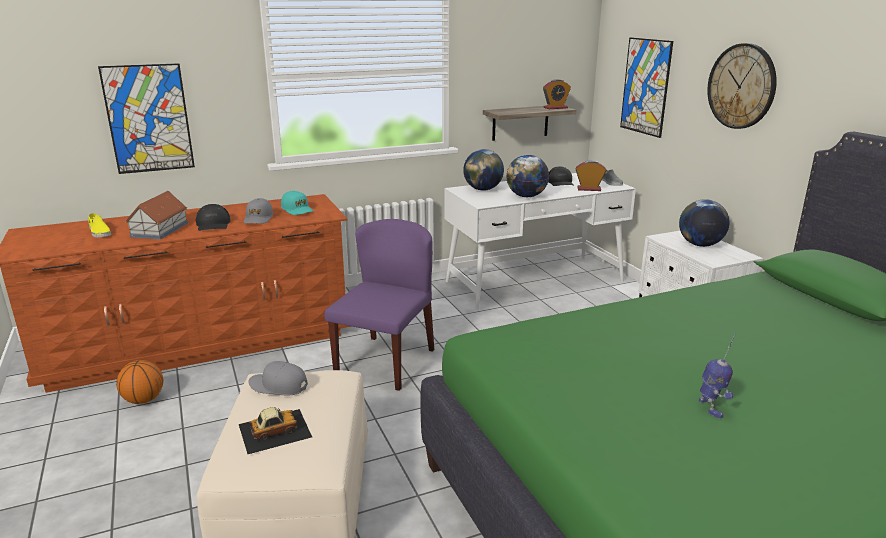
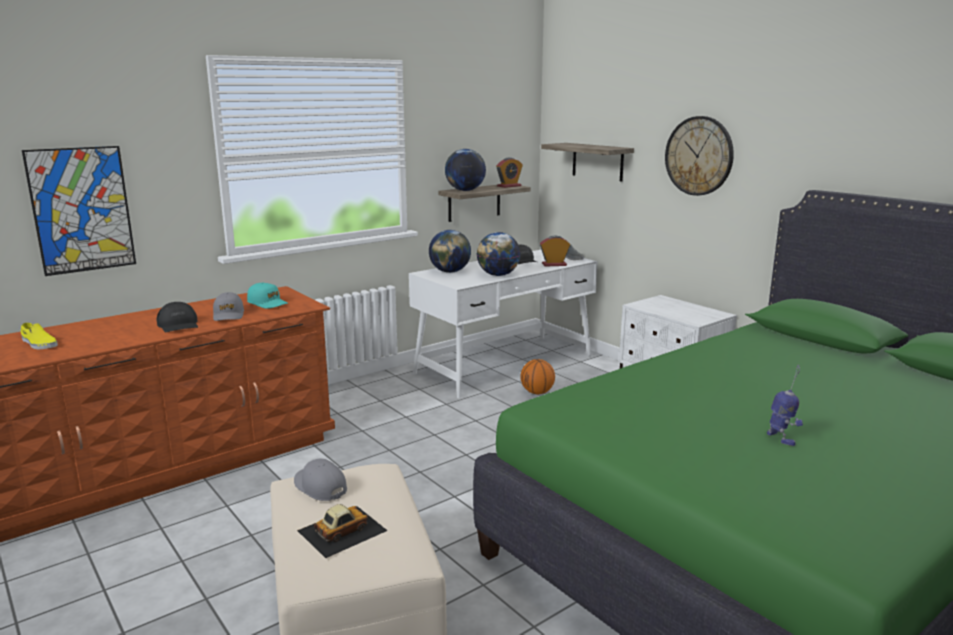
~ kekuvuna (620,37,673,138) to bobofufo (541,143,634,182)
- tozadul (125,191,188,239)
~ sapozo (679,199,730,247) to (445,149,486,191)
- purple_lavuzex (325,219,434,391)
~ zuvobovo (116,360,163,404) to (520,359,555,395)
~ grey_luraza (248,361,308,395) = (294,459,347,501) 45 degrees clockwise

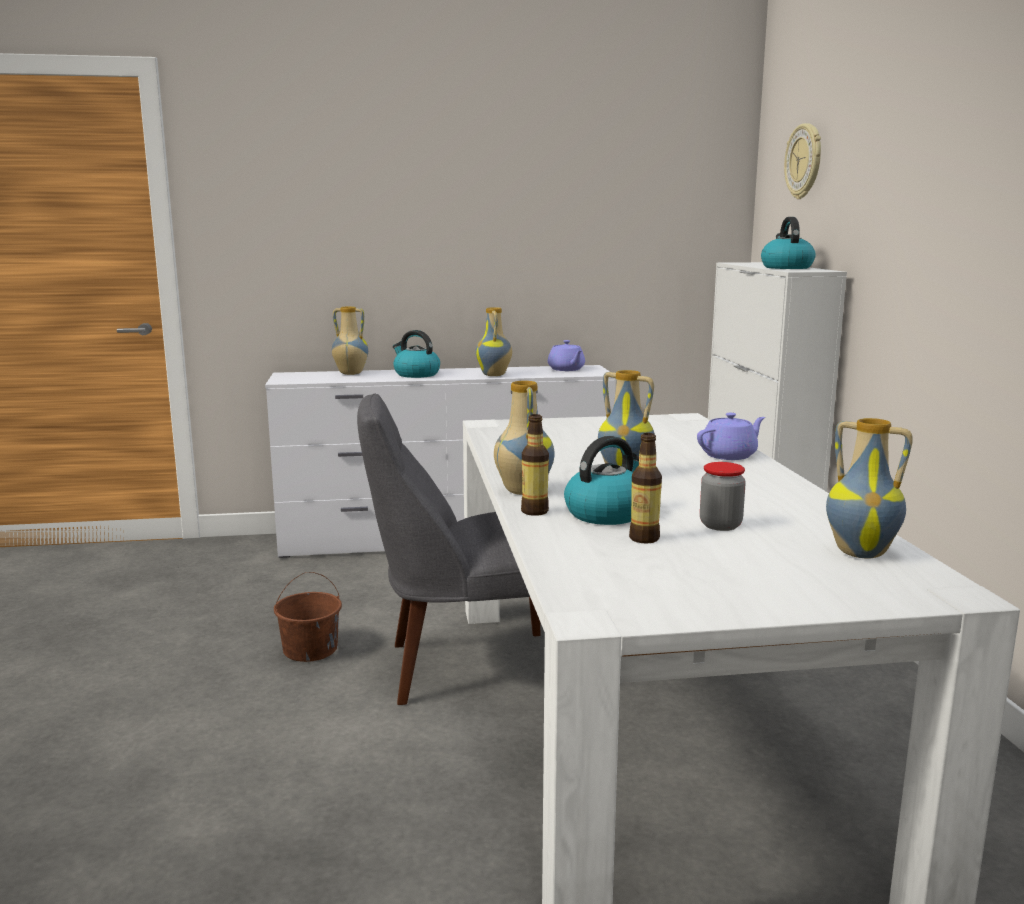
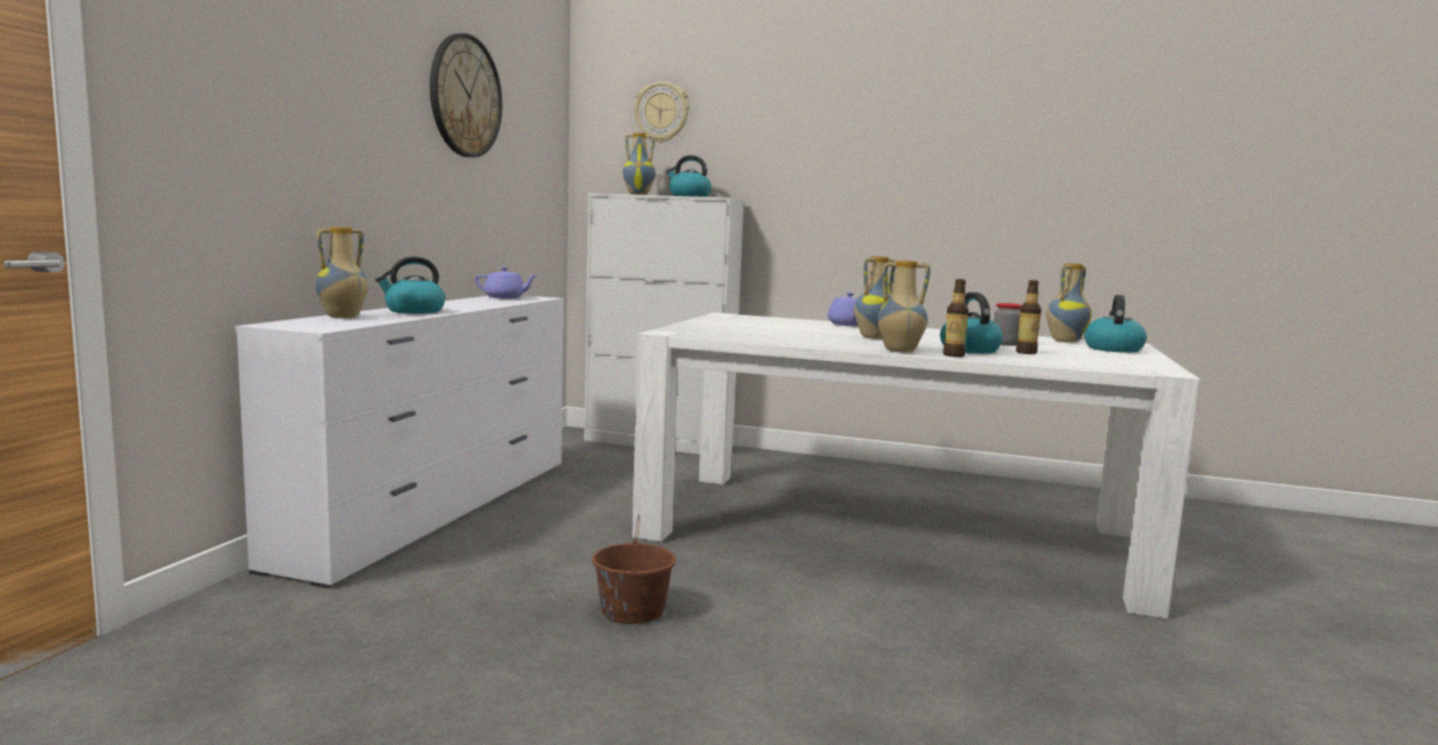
~ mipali (476,307,512,376) to (623,133,655,195)
- grey_lavuzex (357,393,541,705)
+ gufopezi (430,34,502,157)
+ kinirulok (1084,295,1147,353)

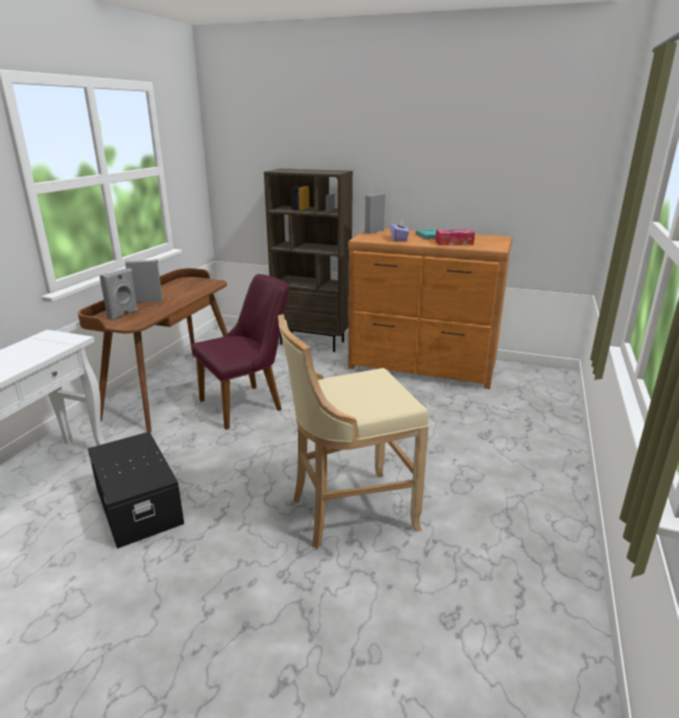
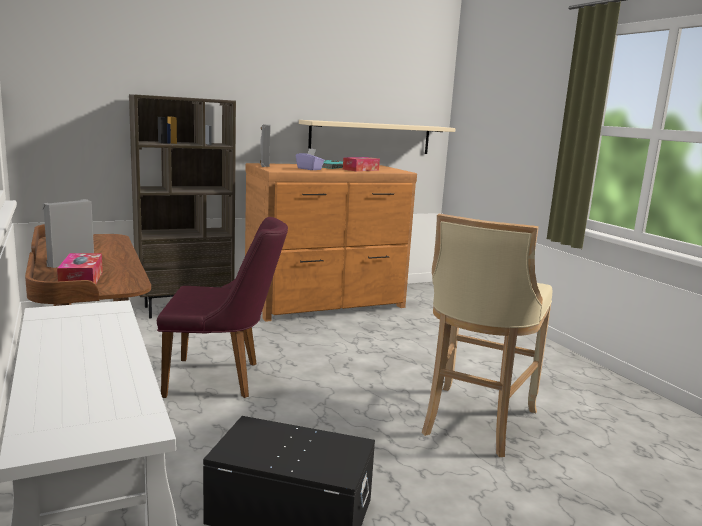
~ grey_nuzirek (99,268,138,320) to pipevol (57,253,103,284)
~ purple_lavuzex (191,274,290,430) = (157,217,288,398) 75 degrees clockwise
+ beige_bobofufo (299,120,456,154)

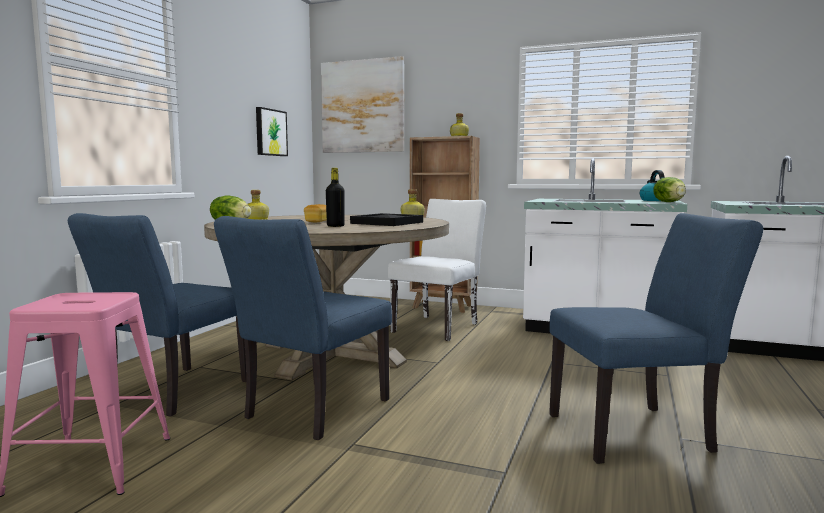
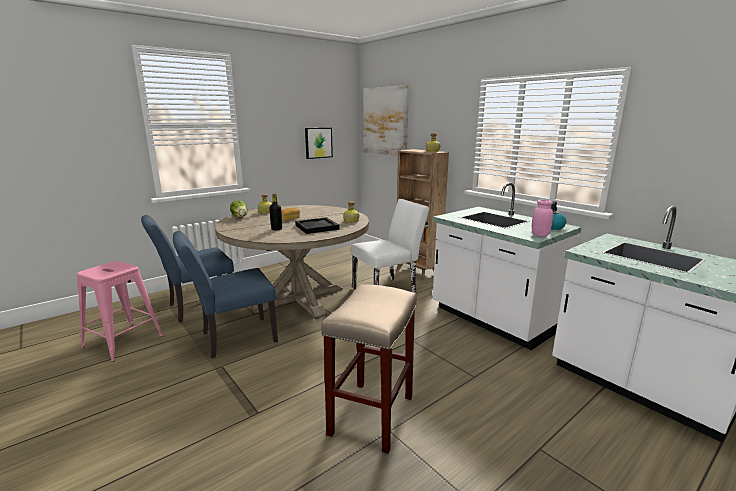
~ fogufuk (653,177,686,202) to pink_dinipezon (532,200,553,237)
~ blue_lavuzex (549,213,763,464) to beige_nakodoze (322,284,417,454)

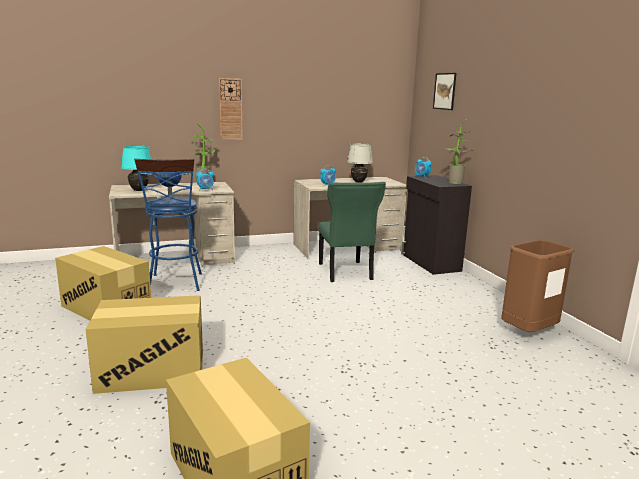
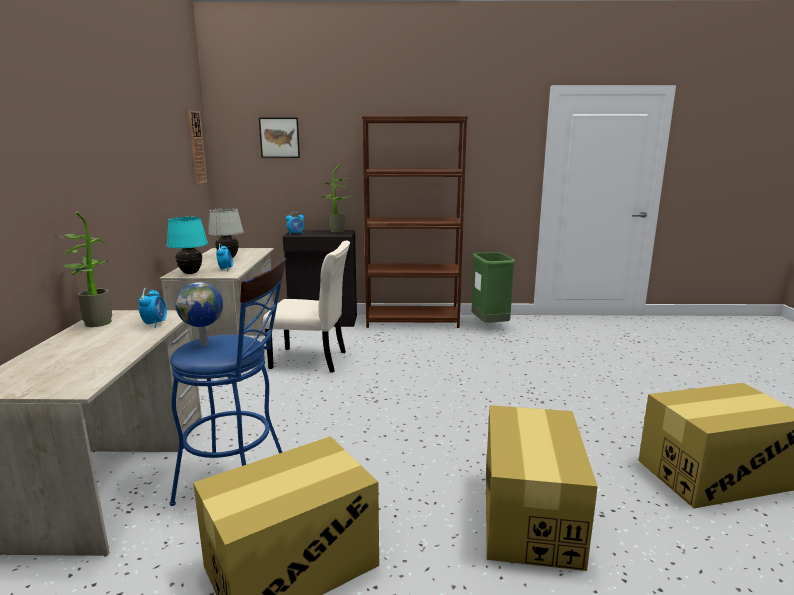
~ gufopezi (219,78,243,140) to (188,110,207,184)
~ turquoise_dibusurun (121,146,151,191) to (167,217,208,274)
~ green_lavuzex (318,182,386,282) to beige_lavuzex (263,241,350,372)
~ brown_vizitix (501,240,574,332) to green_vizitix (472,252,515,323)
+ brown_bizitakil (362,116,468,328)

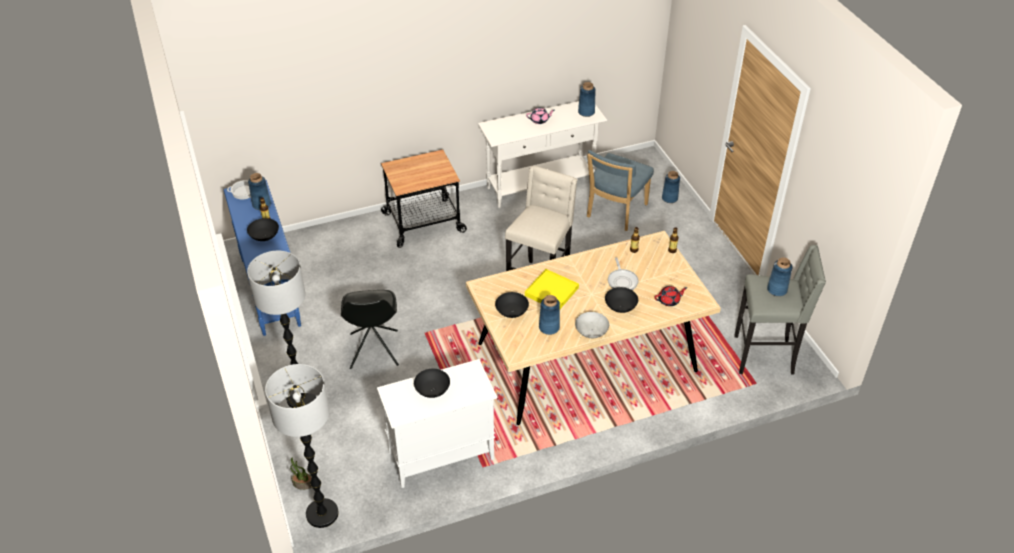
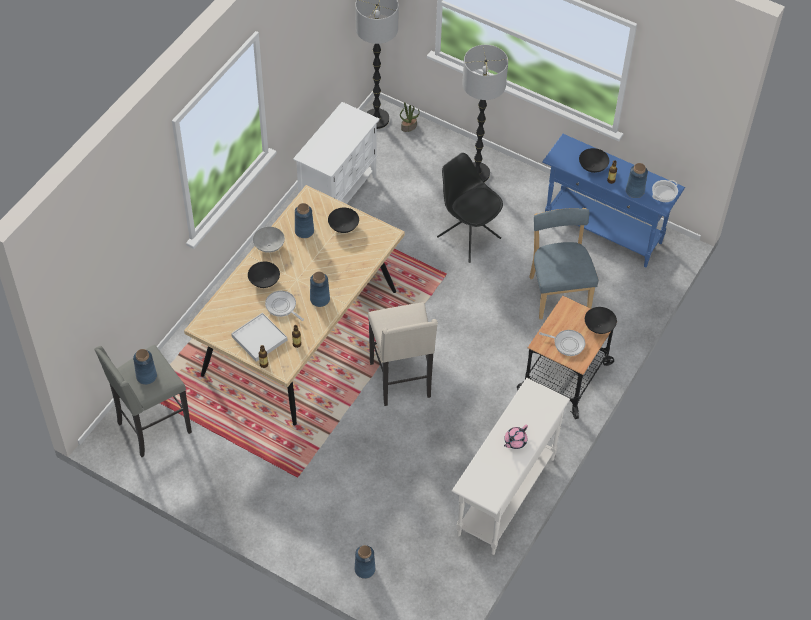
~ blue_mipali (578,82,596,117) to (310,272,330,307)
~ blue_lavuzex (587,150,654,231) to (529,208,598,319)
- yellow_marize (525,269,579,309)
- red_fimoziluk (655,286,688,306)
~ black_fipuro (414,369,450,398) to (585,307,617,334)
+ white_marize (231,313,287,362)
+ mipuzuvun (539,330,585,356)

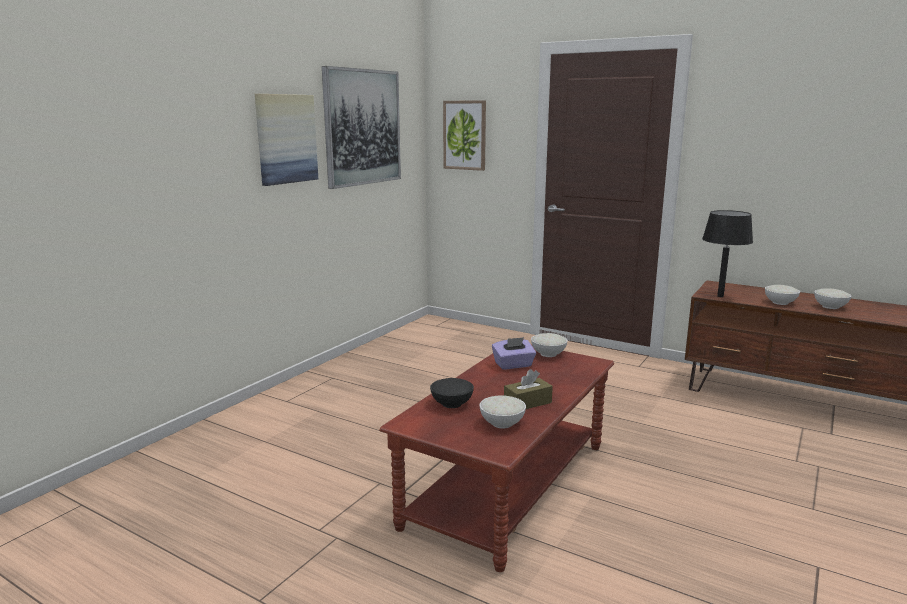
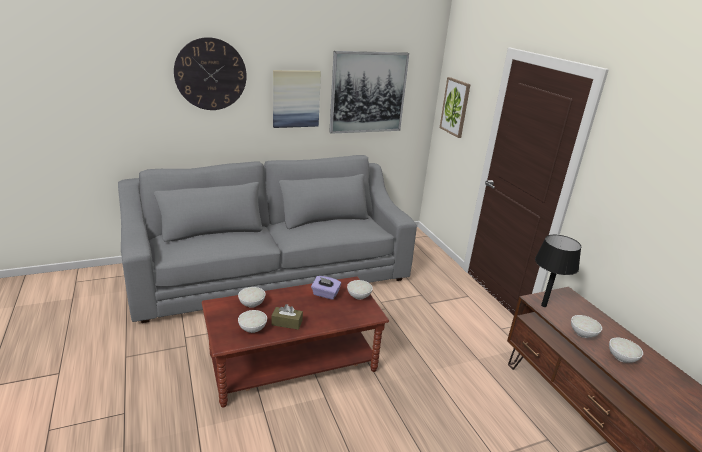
~ black_fipuro (430,378,474,408) to white_fipuro (238,287,265,308)
+ gufopezi (174,37,247,110)
+ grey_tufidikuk (118,155,417,323)

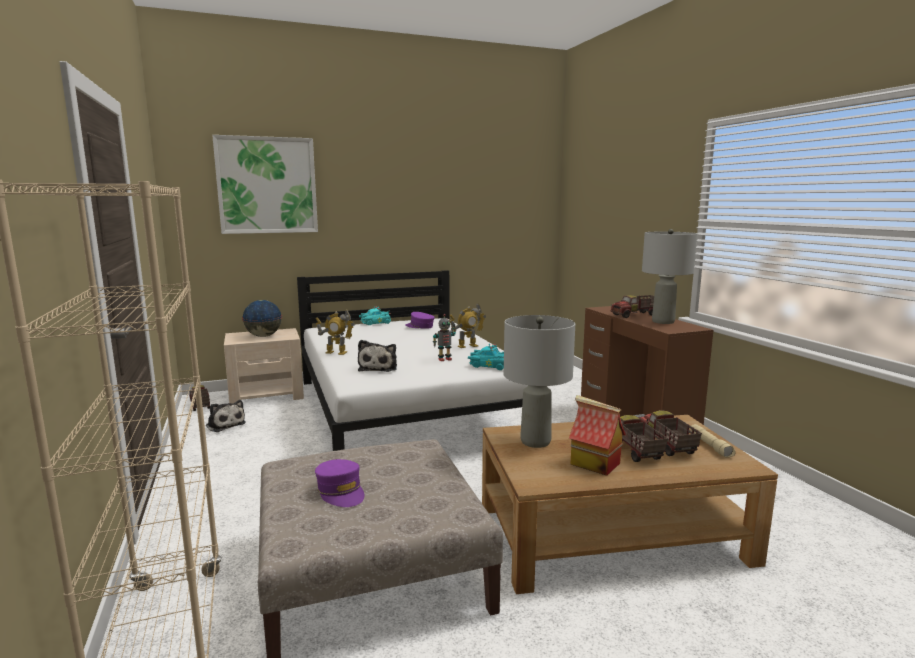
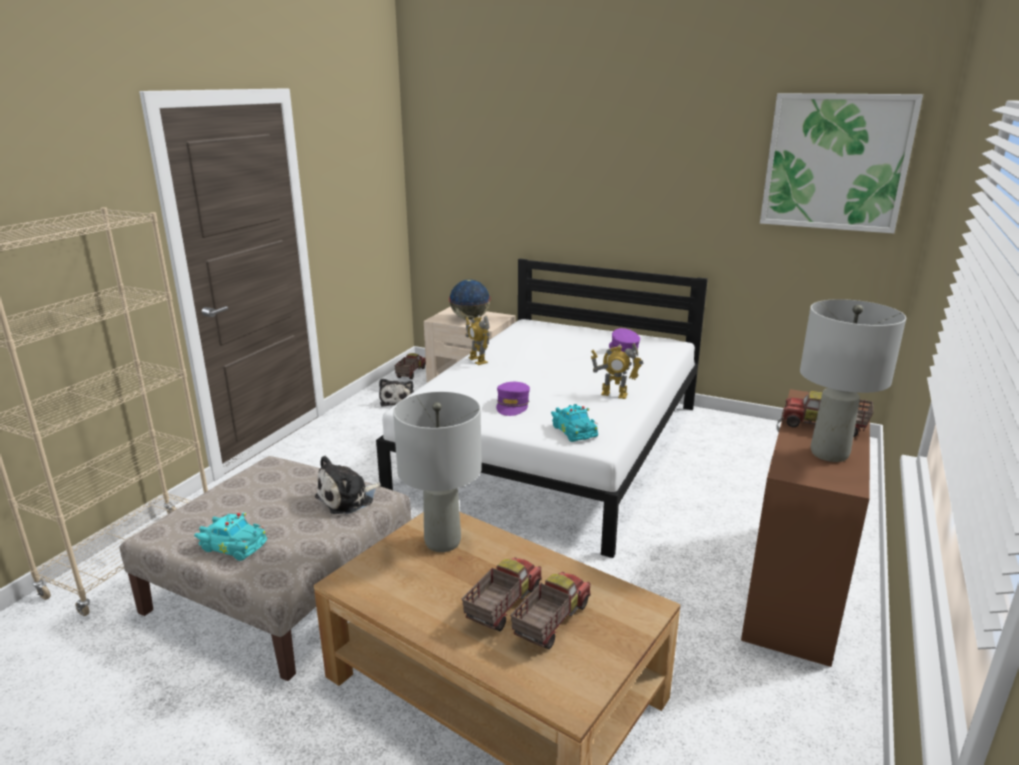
~ kekuvuna (212,135,318,234) to (760,93,923,234)
~ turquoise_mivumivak (359,307,391,325) to (194,513,267,561)
- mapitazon (433,314,456,361)
~ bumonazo (358,340,397,372) to (315,456,381,514)
- tozadul (569,395,626,476)
- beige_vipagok (690,424,736,458)
~ purple_luraza (315,459,364,507) to (496,382,530,416)

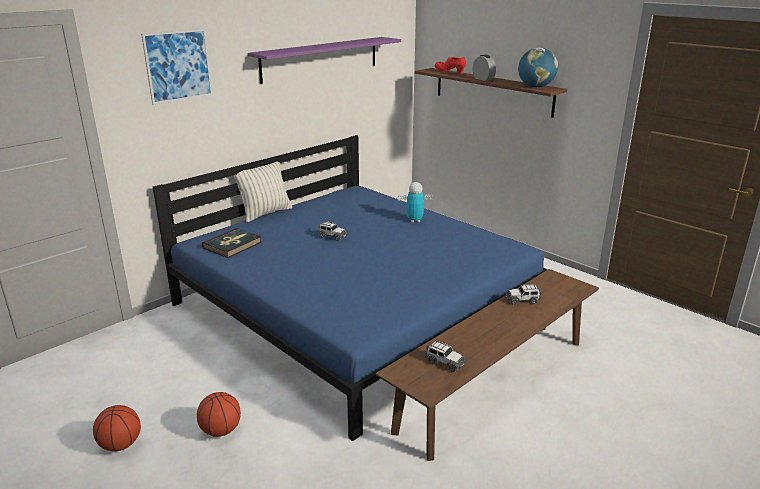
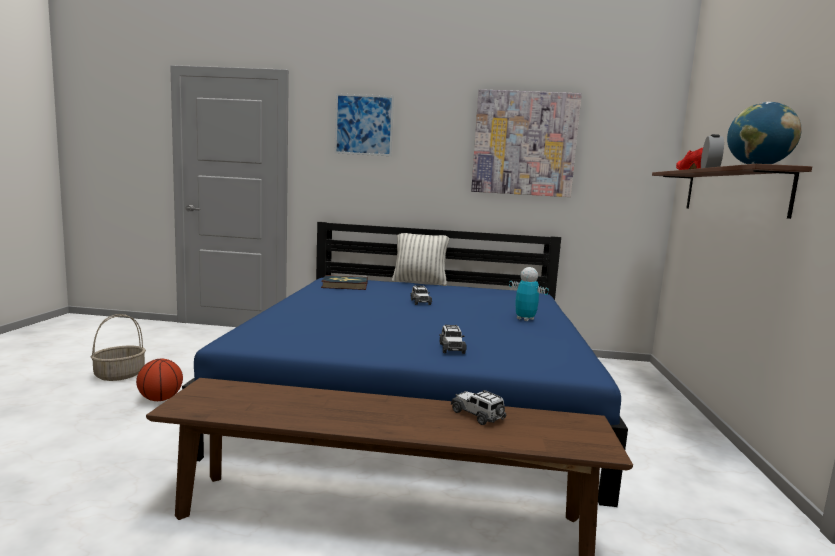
~ purple_bobofufo (248,37,401,84) to kekuvuna (471,89,582,197)
~ mivumivak (425,340,466,372) to (440,324,467,354)
~ zuvobovo (93,405,141,451) to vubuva (91,314,146,381)

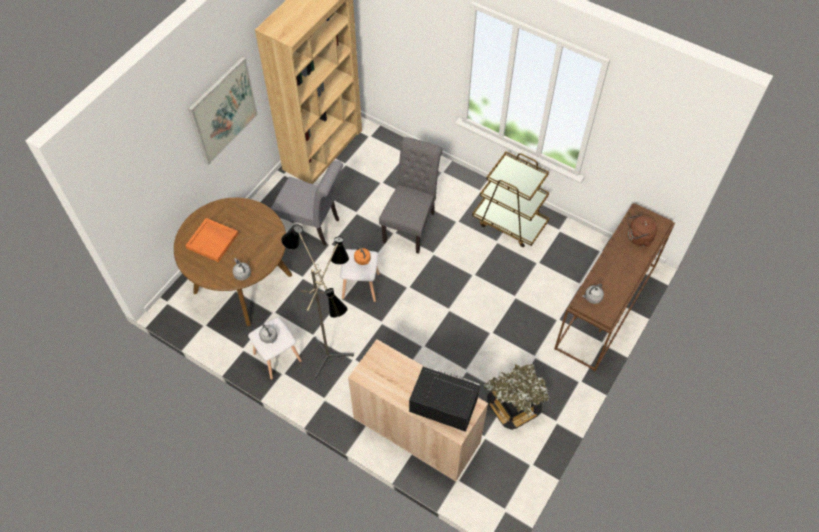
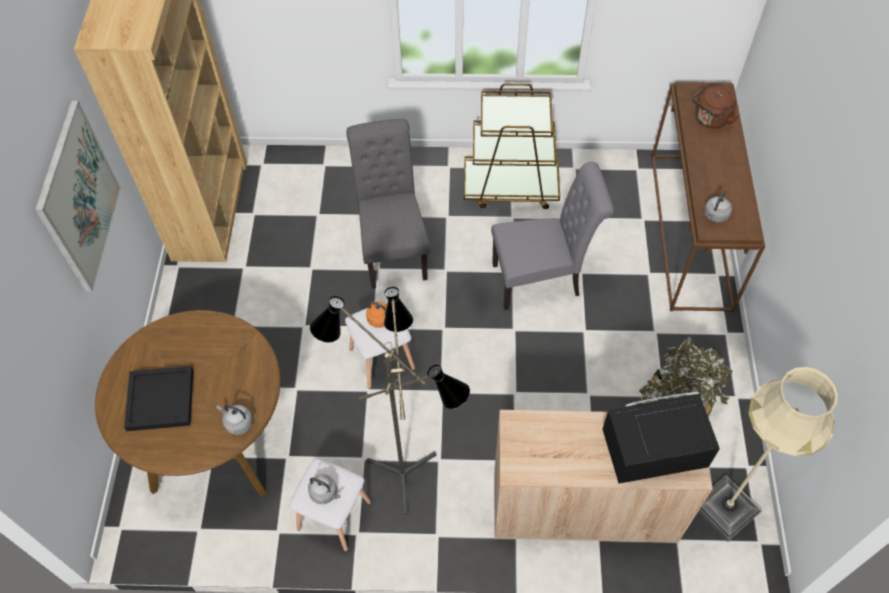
~ grey_lavuzex (271,160,343,246) to (491,162,614,310)
~ orange_marize (185,218,239,262) to black_marize (124,366,194,431)
+ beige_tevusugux (698,367,838,542)

